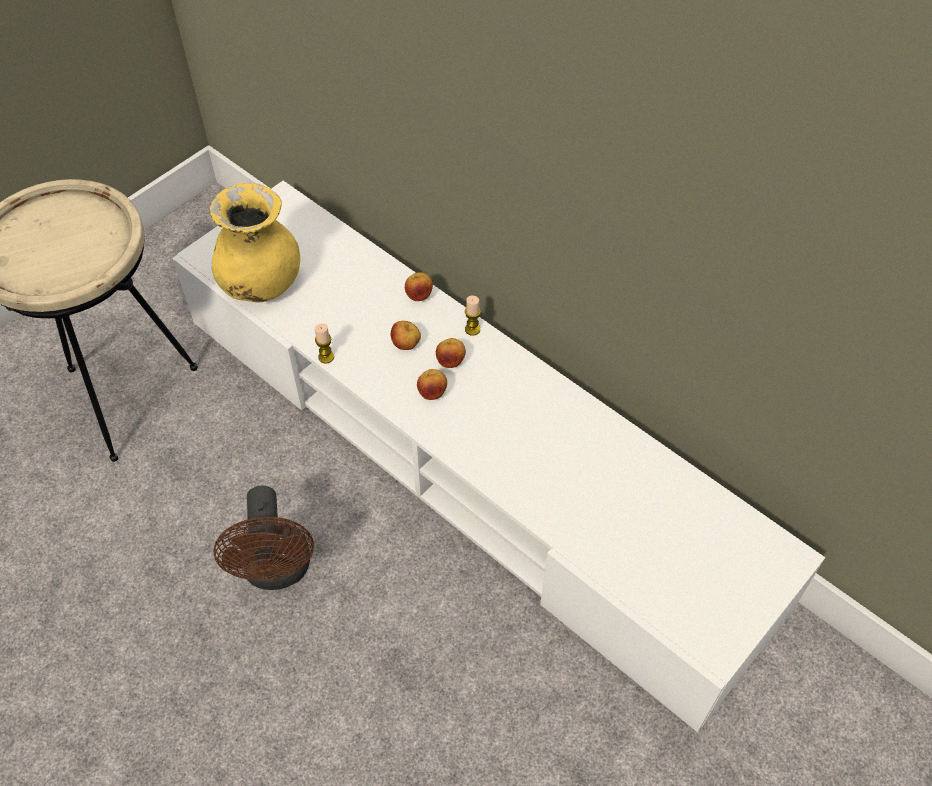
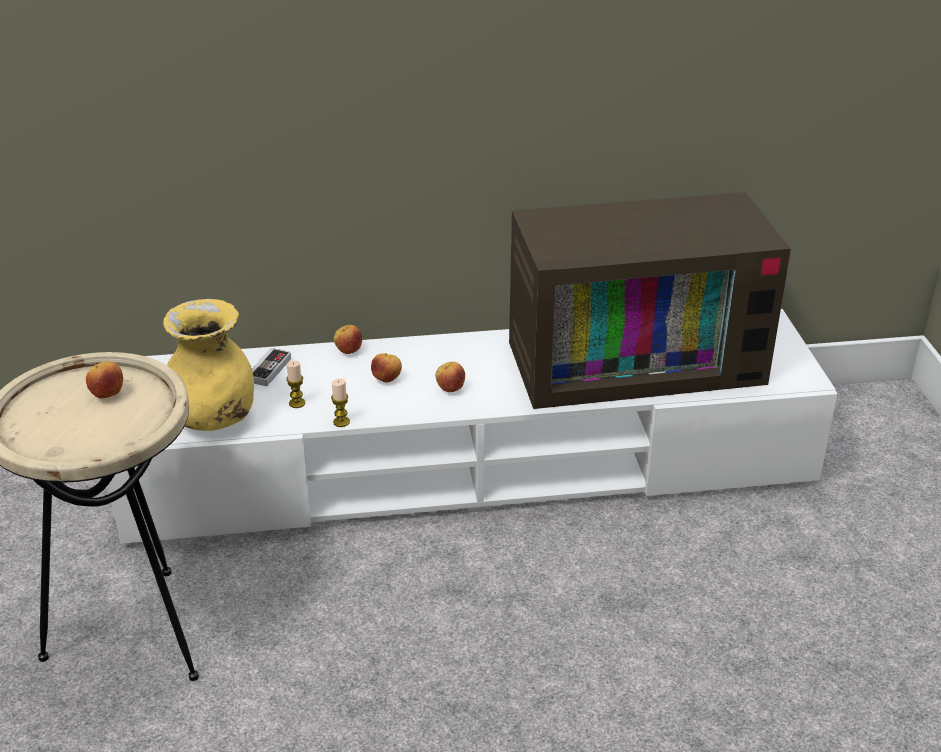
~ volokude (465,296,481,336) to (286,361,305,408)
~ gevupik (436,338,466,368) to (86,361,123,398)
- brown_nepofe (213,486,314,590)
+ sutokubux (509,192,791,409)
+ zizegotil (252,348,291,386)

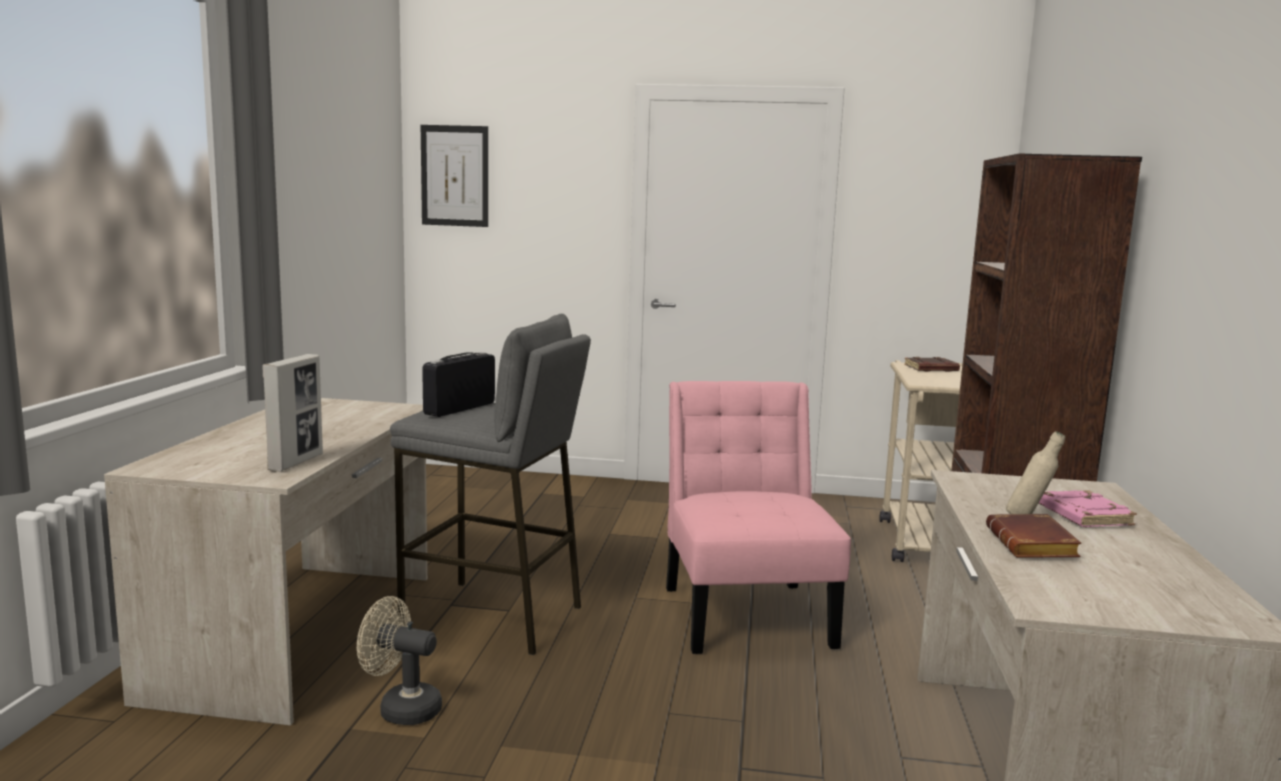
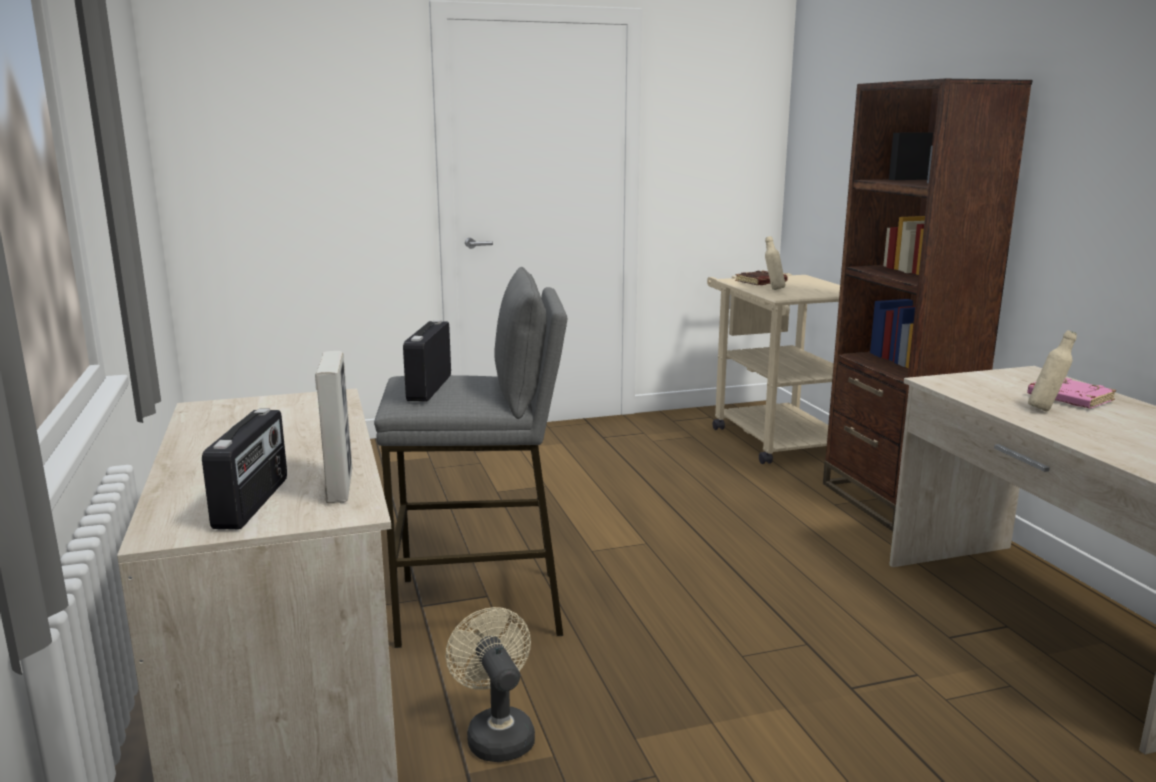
- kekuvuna (421,125,488,227)
- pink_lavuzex (666,381,851,654)
- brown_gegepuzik (986,514,1081,558)
~ beige_nepofe (357,596,442,725) = (446,607,535,762) 75 degrees clockwise
+ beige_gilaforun (765,236,785,290)
+ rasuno (202,409,287,529)

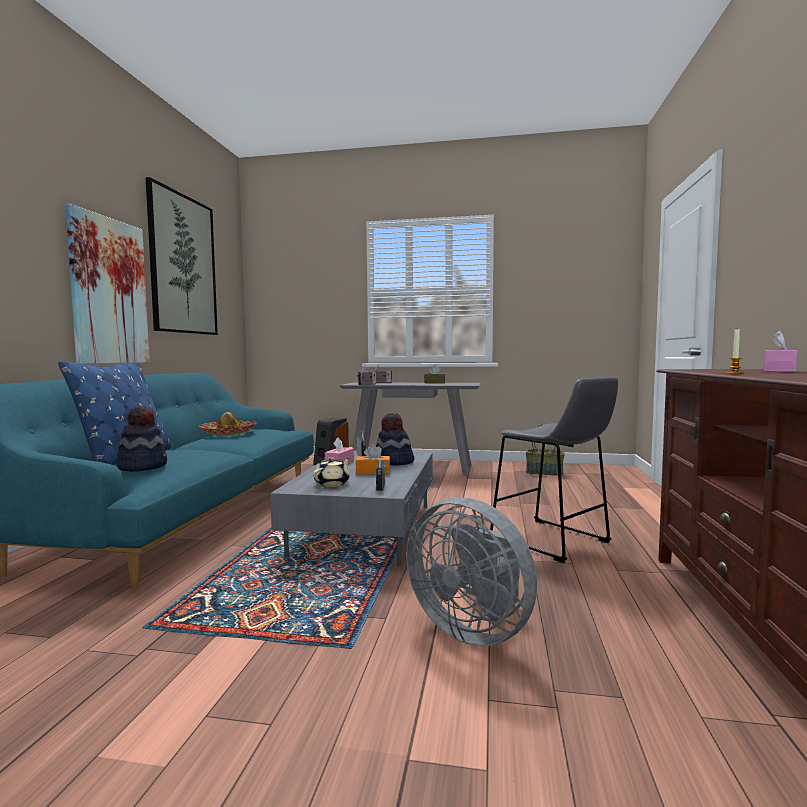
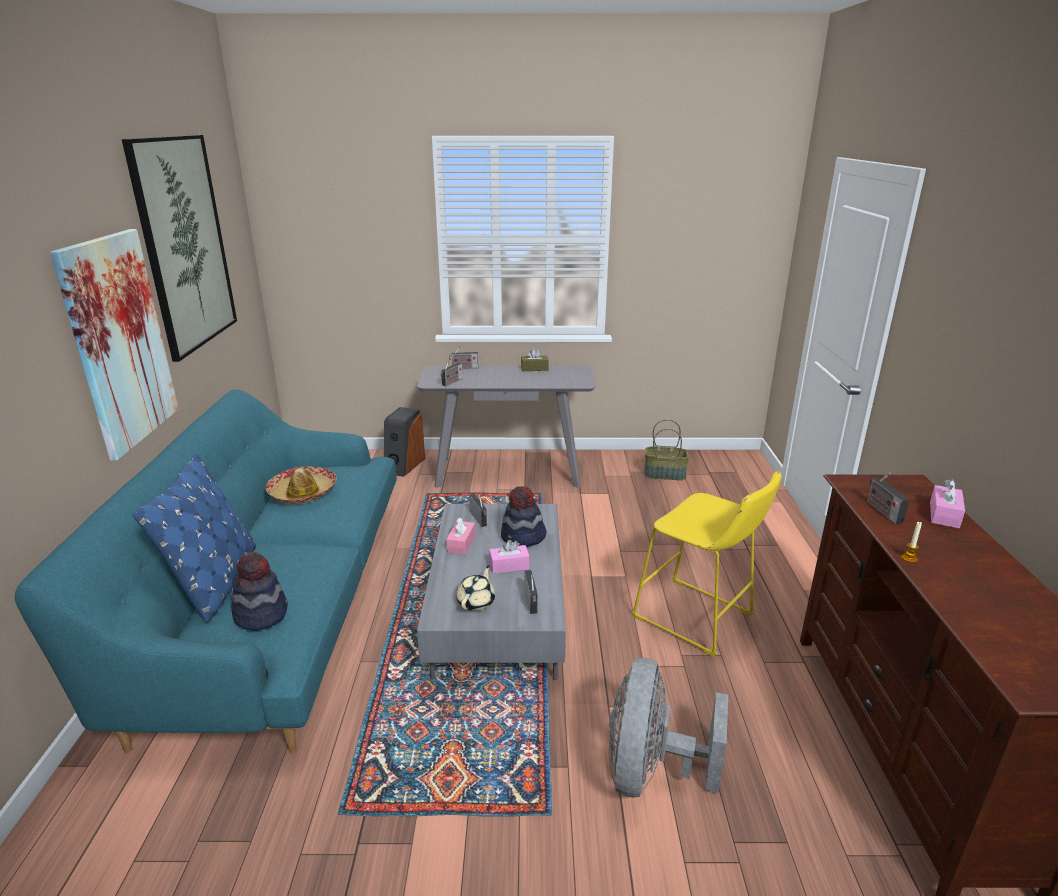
~ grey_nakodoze (490,377,618,563) to yellow_nakodoze (632,471,782,657)
~ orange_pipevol (356,444,390,475) to pink_pipevol (489,540,530,574)
~ grey_nepofe (406,497,537,646) = (609,658,728,798) 75 degrees clockwise
+ rasuno (867,472,909,524)

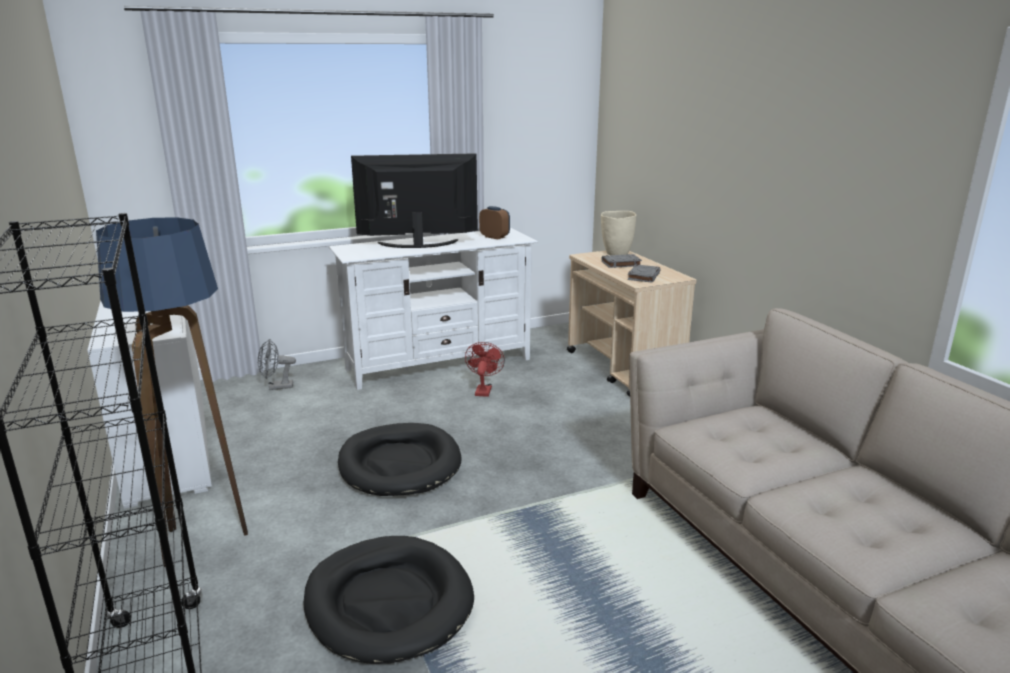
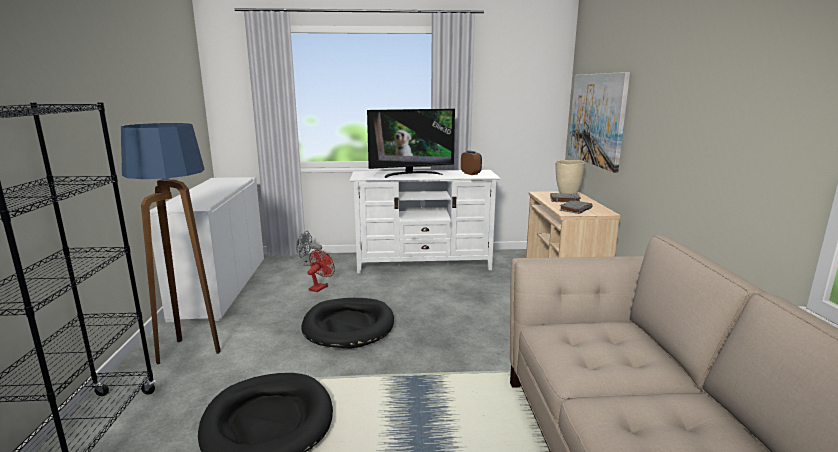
~ sutokubux (351,153,478,248) = (367,109,455,178) 150 degrees clockwise
~ red_nepofe (465,342,505,397) to (308,250,335,292)
+ kekuvuna (568,72,630,173)

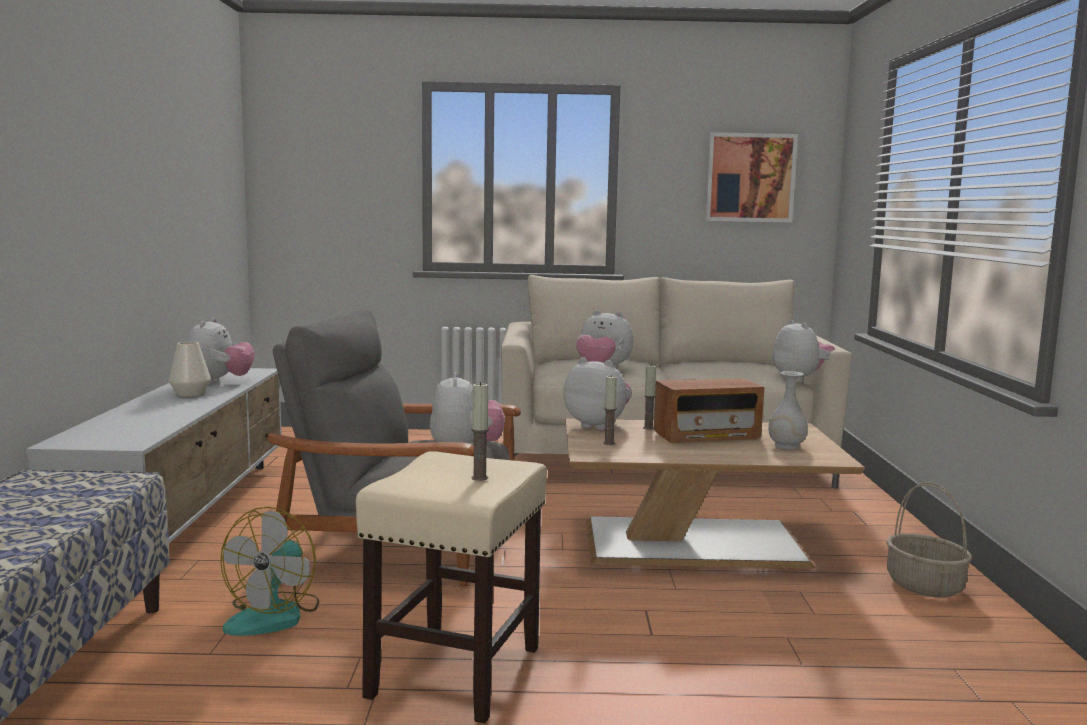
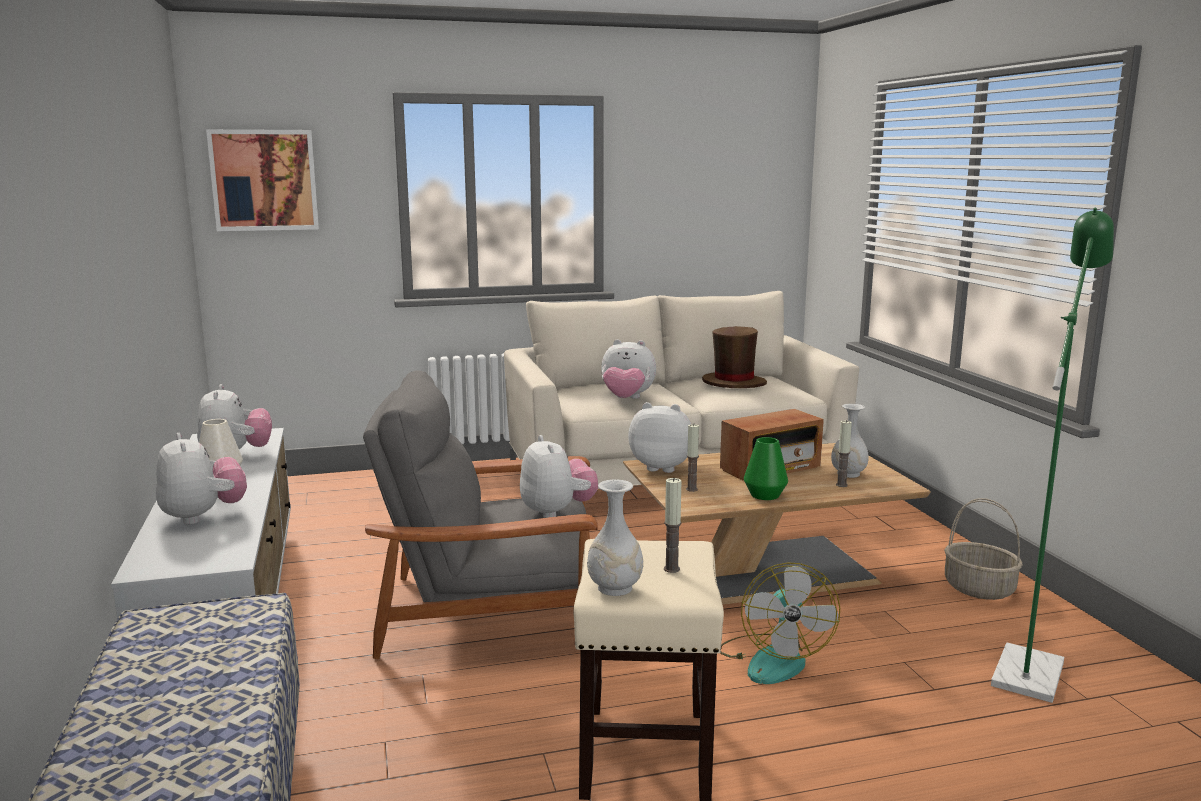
~ kekuvuna (705,132,798,222) to (206,129,319,231)
~ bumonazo (773,320,835,382) to (156,433,247,525)
~ volokude (643,365,656,430) to (836,420,852,487)
~ nepofe (220,507,319,636) to (720,562,840,684)
+ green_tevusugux (991,208,1114,703)
+ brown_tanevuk (702,326,767,388)
+ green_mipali (744,437,788,500)
+ white_mipali (587,479,643,596)

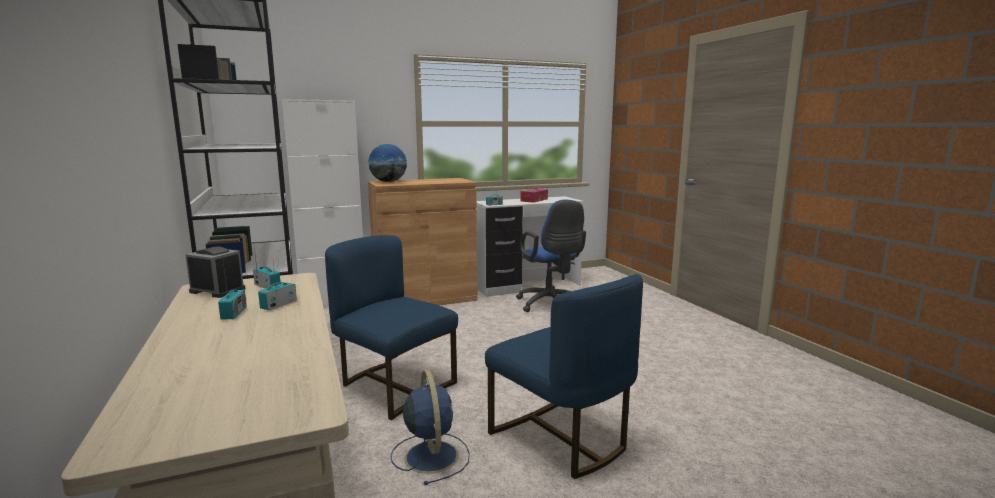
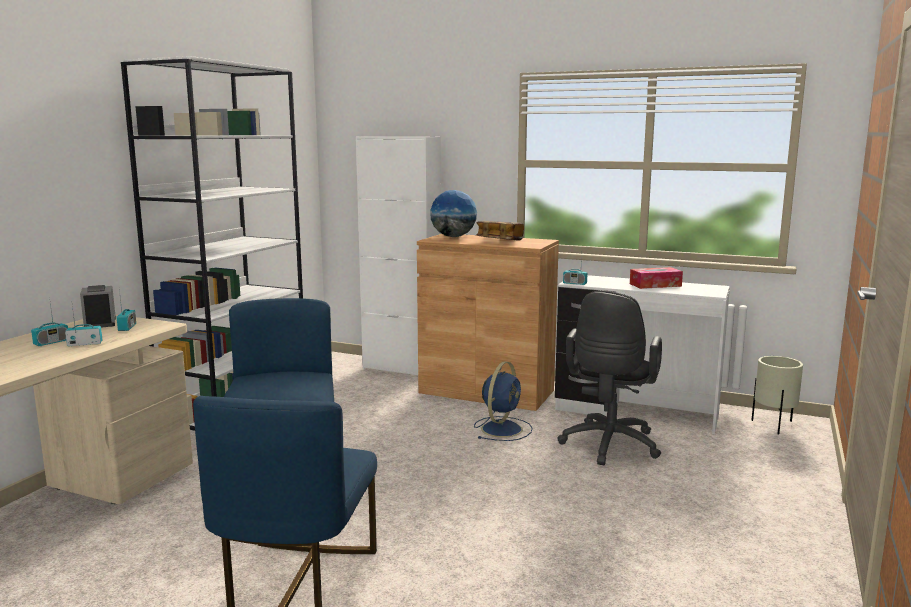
~ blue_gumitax (516,200,586,312) to black_gumitax (558,290,662,465)
~ blue_nepofe (390,370,470,485) to (474,361,532,441)
+ gegepuzik (476,221,524,241)
+ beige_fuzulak (751,356,803,434)

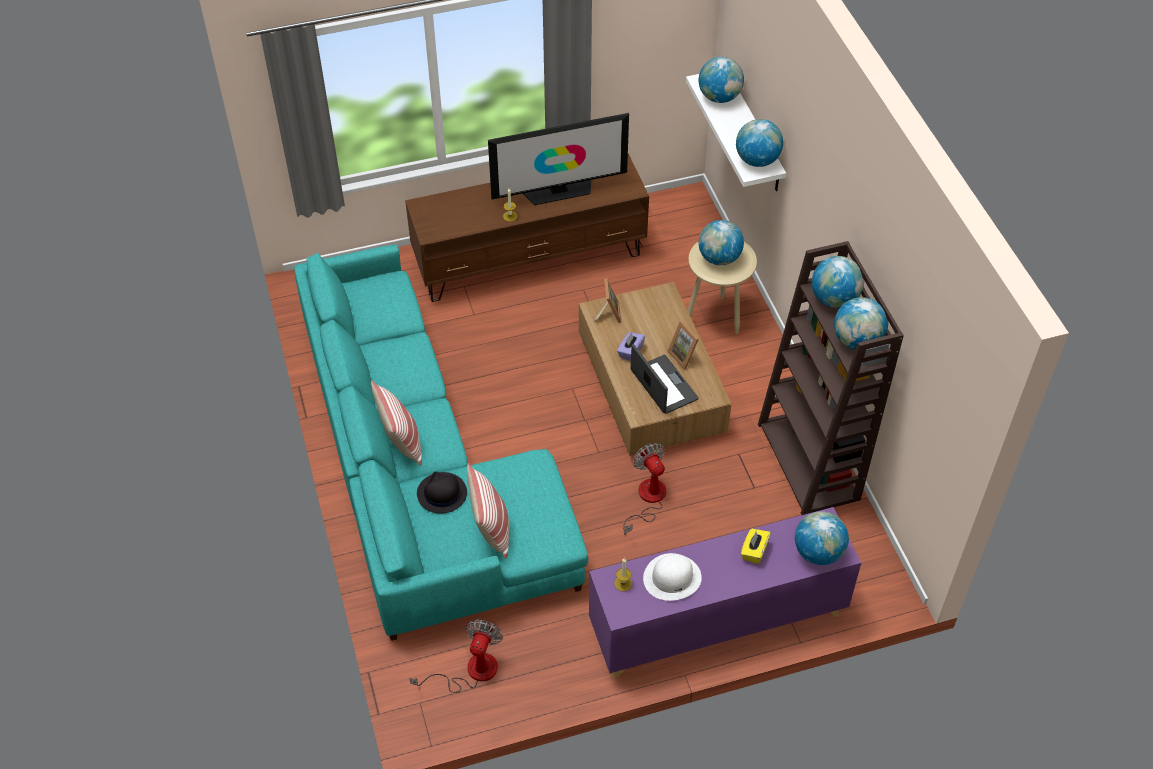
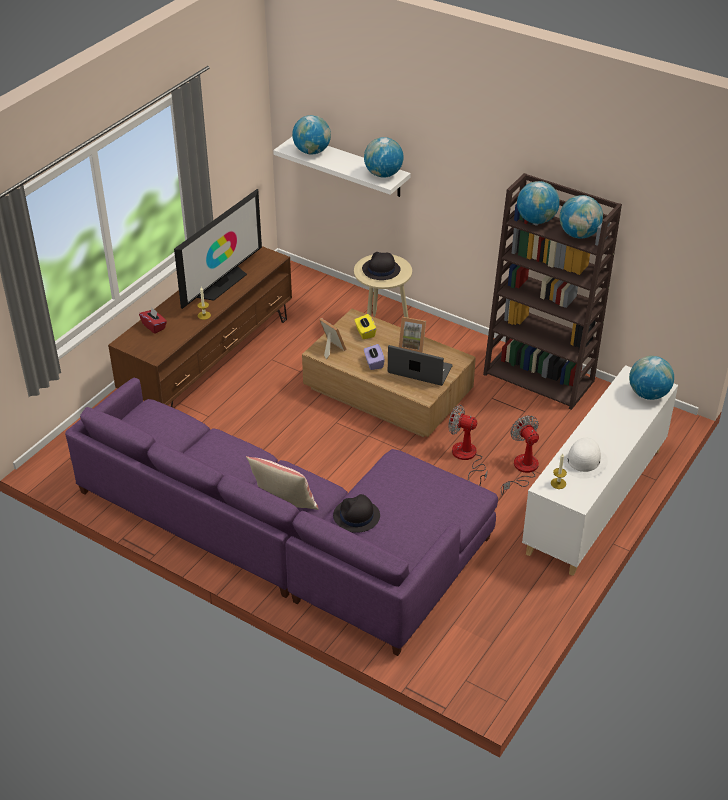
~ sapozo (699,220,744,265) to black_tanevuk (362,252,401,280)
~ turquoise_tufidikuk (294,245,589,641) to purple_tufidikuk (65,378,498,656)
- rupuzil (467,463,509,559)
~ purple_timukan (589,507,861,679) to white_timukan (522,365,678,576)
~ yellow_pipevol (741,529,771,564) to (355,314,376,339)
~ nepofe (409,620,503,693) to (501,415,539,495)
+ red_pipevol (139,308,167,334)

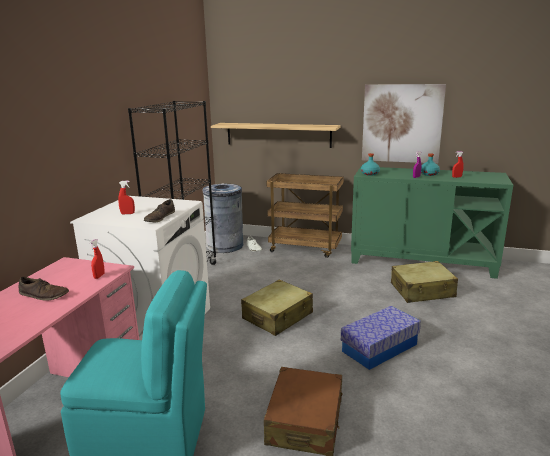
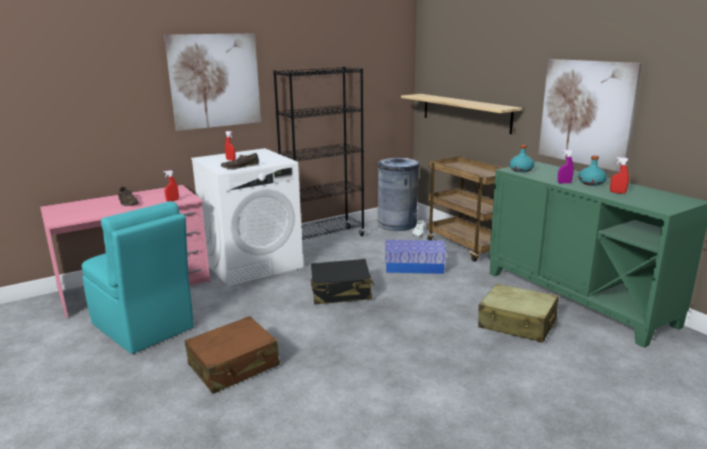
~ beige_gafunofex (241,280,313,336) to black_gafunofex (311,259,374,305)
~ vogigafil (341,306,421,370) to (385,240,447,274)
+ kekuvuna (164,33,261,131)

